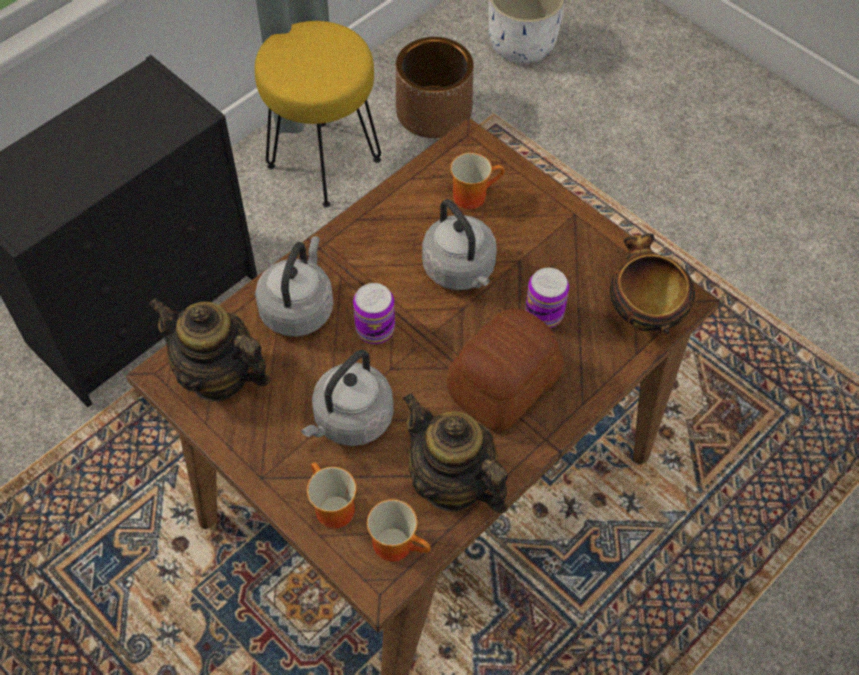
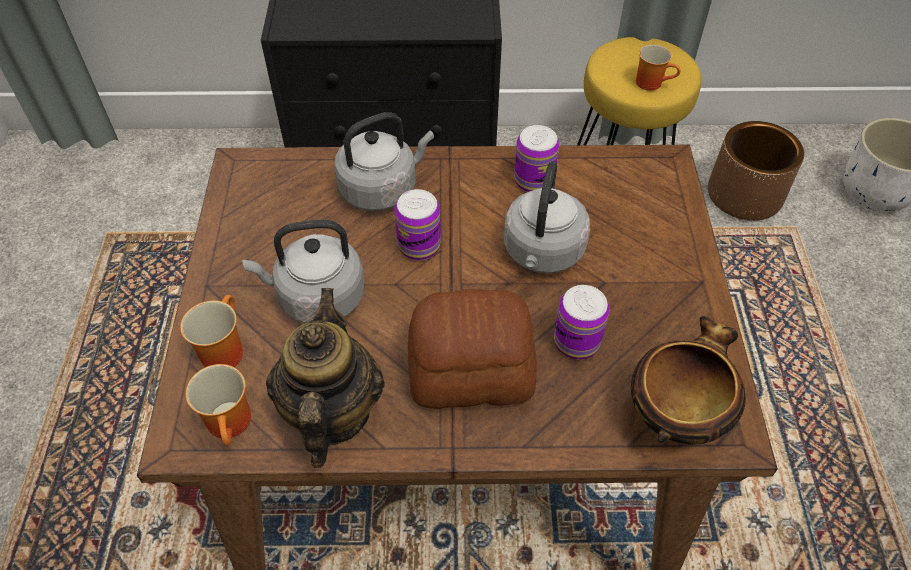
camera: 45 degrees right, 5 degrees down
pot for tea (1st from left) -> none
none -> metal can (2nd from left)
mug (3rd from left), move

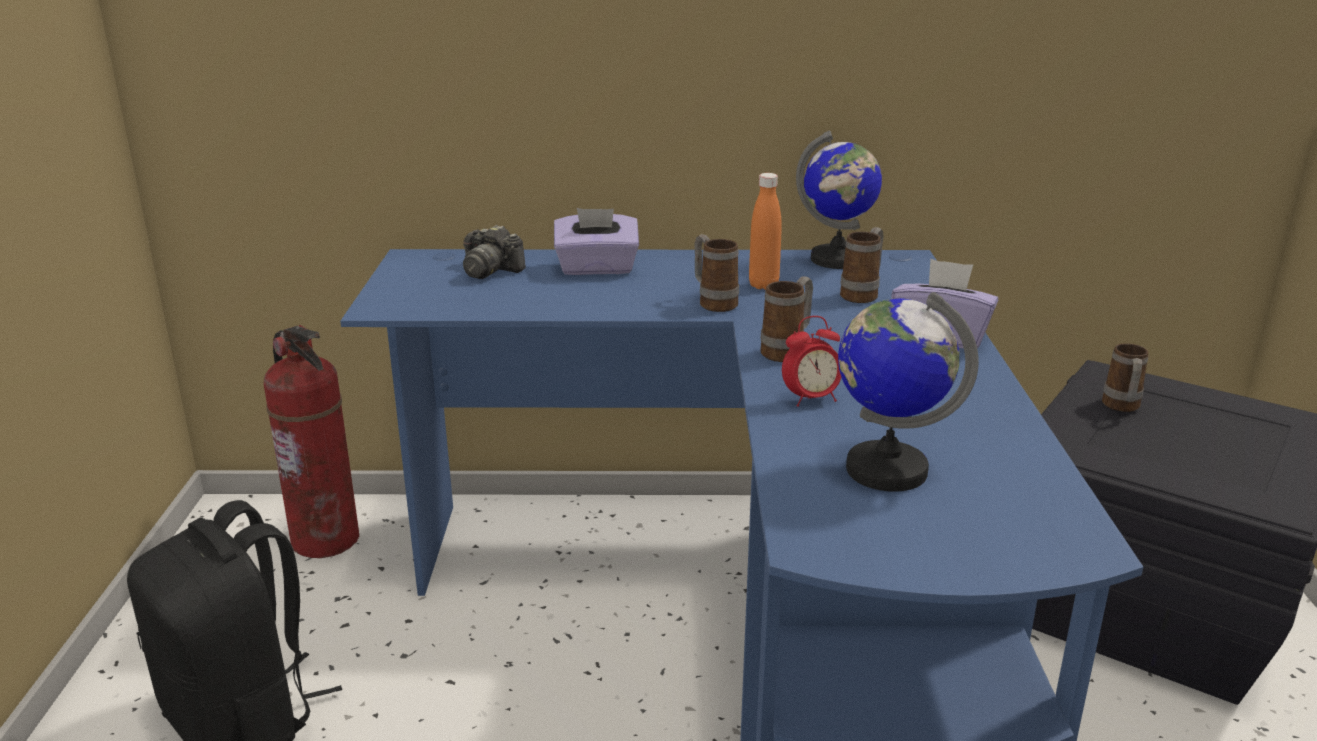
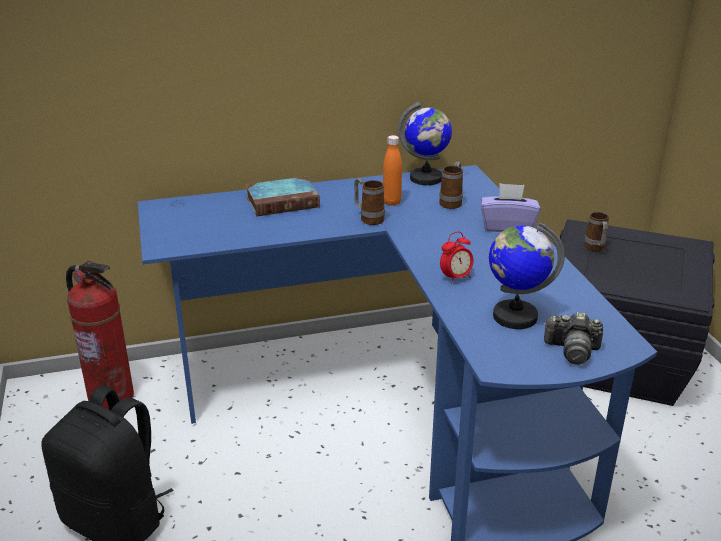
camera: 15 degrees left, 5 degrees up
mug (2nd from left) -> none
still camera, move
box of tissues in purple (1st from left) -> bound book

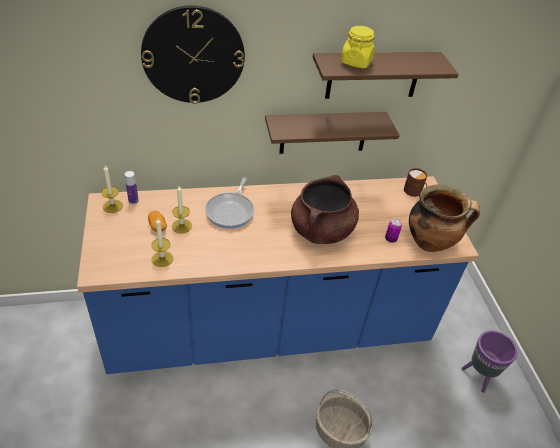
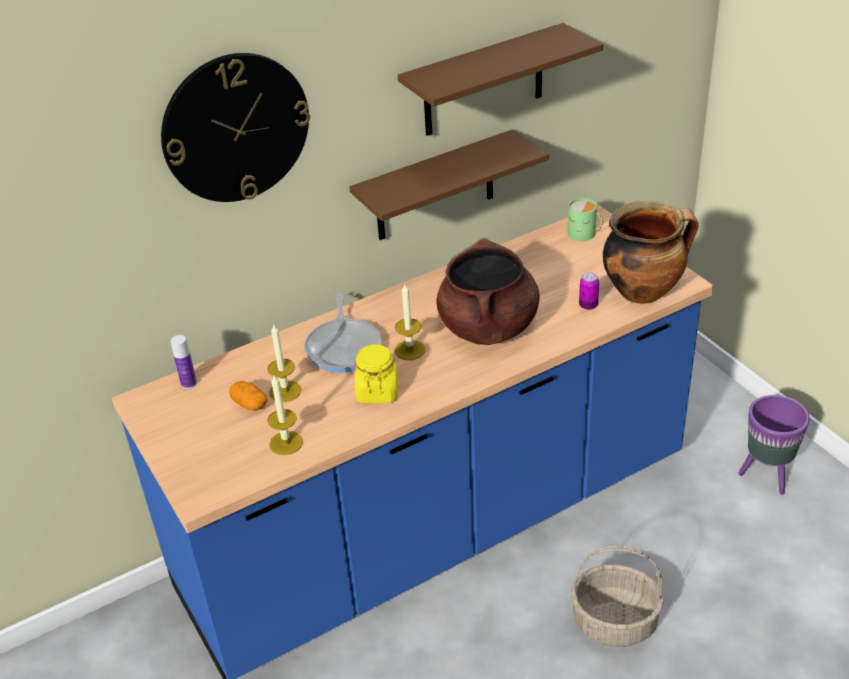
camera: 15 degrees left, 5 degrees down
wax light (1st from left in the first image) -> wax light (3rd from left), move
storage jar in yellowish, move
mug in brownish -> mug in green

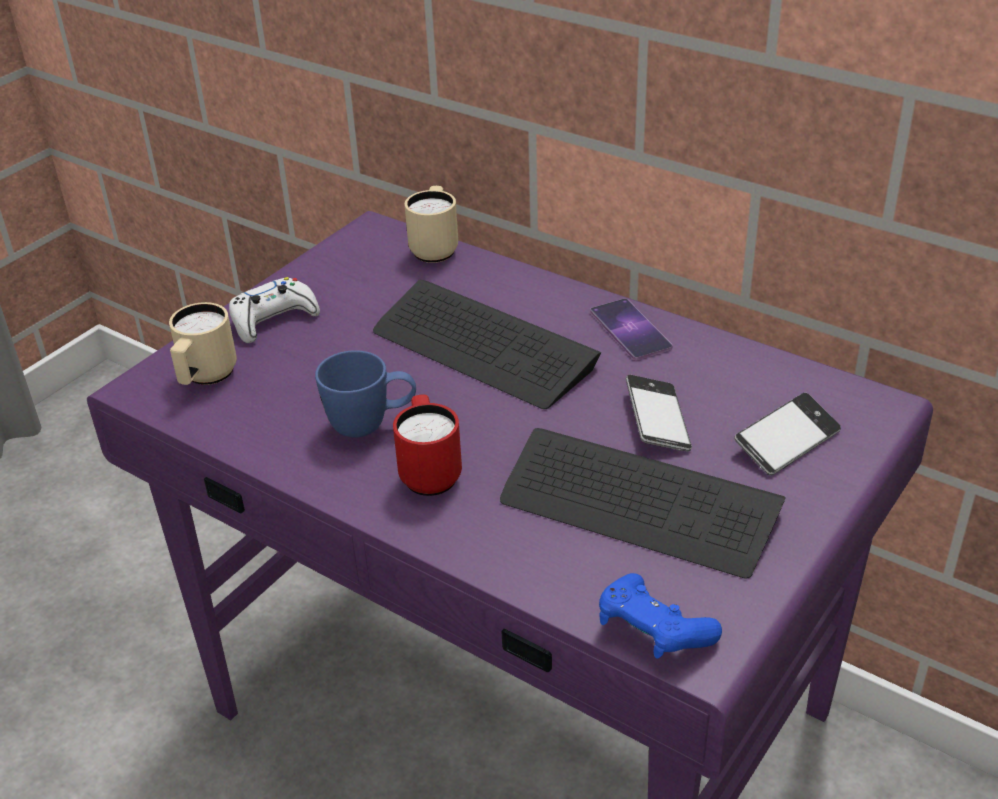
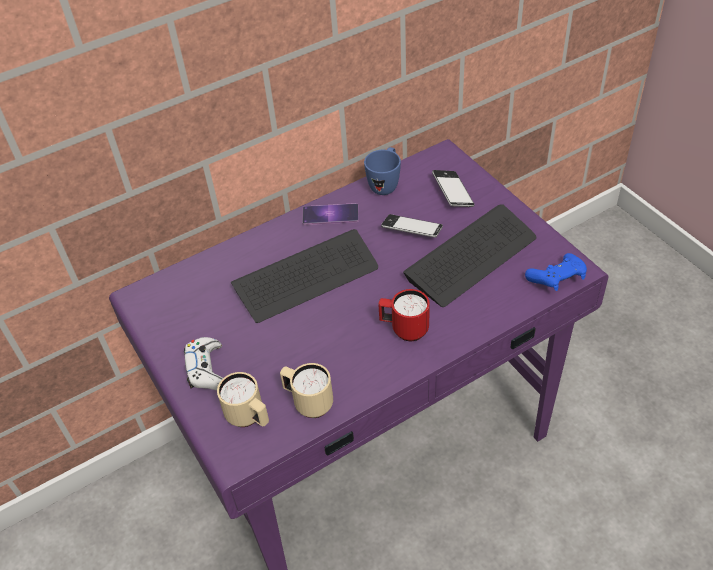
camera: 65 degrees left, 10 degrees up
mug in blue-coloured, move
mug in beige-coloured (2nd from left), move

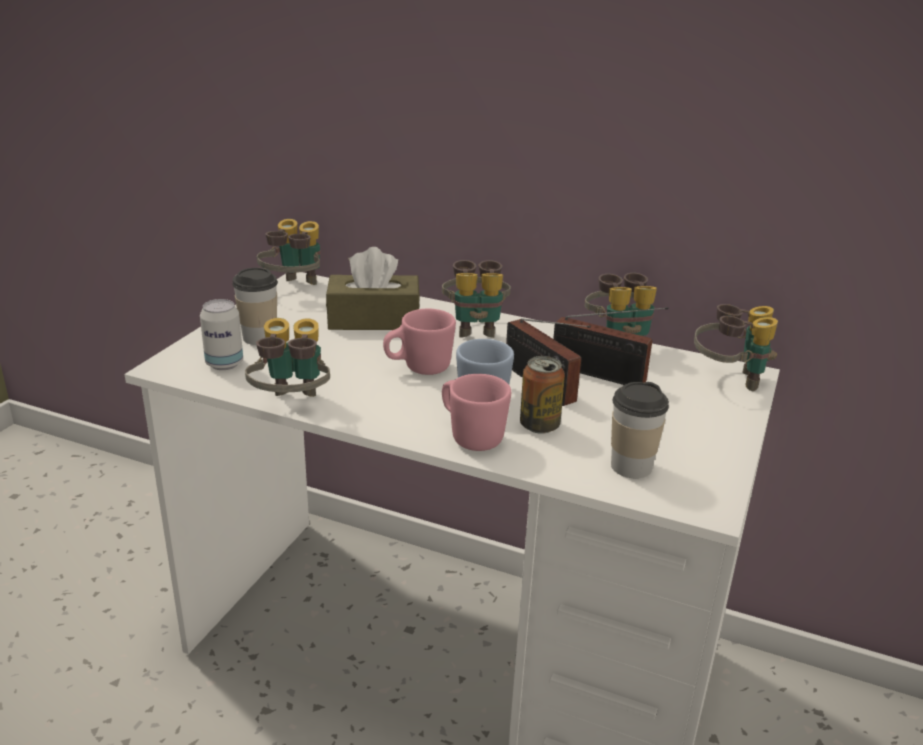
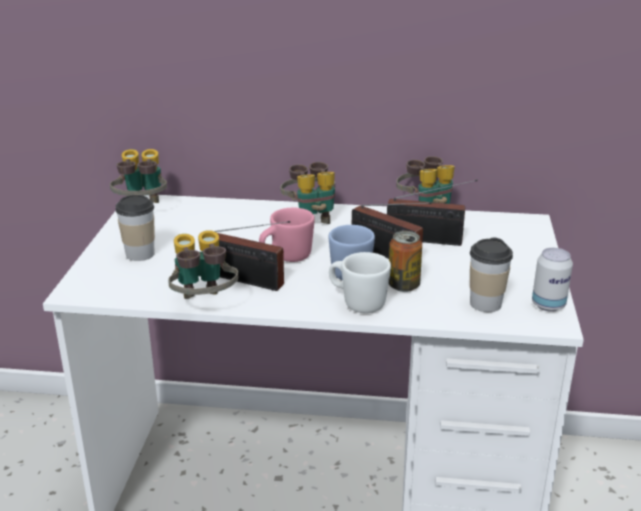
camera: 15 degrees left, 0 degrees up
box of tissues in brownish -> none
binoculars (5th from left) -> none
none -> radio receiver (1st from left)
metal can (1st from left in the first image) -> metal can (2nd from left), move
mug in pink (2nd from left) -> mug in whitish

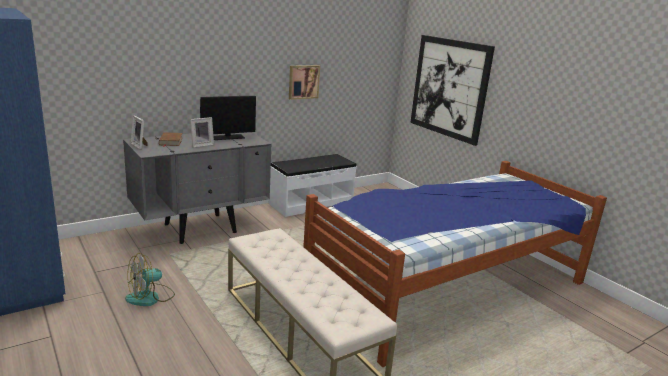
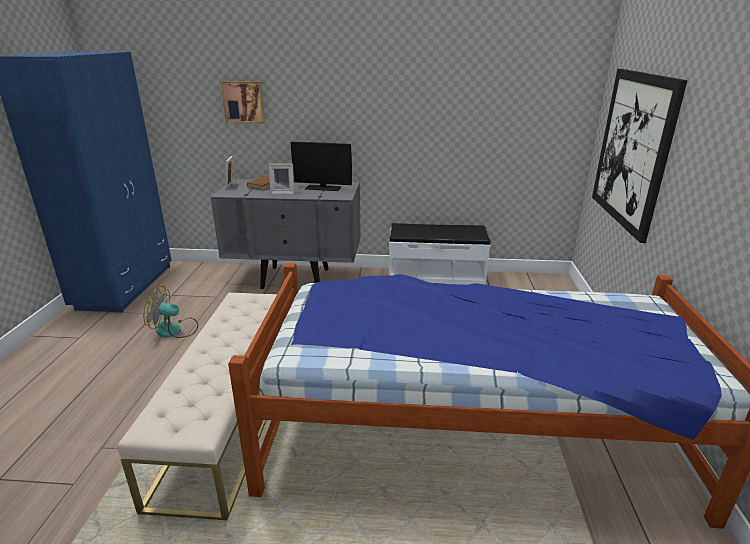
camera: 40 degrees right, 5 degrees up
picture (1st from left), move

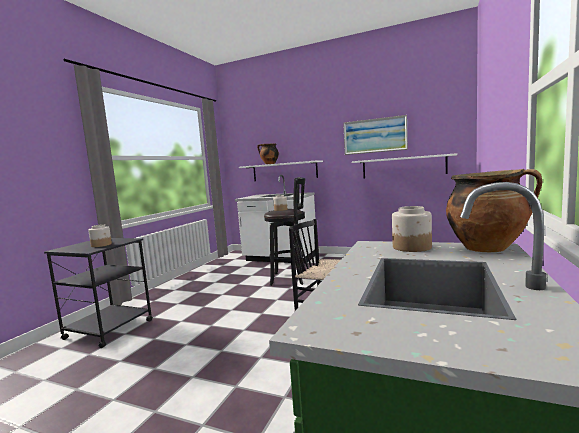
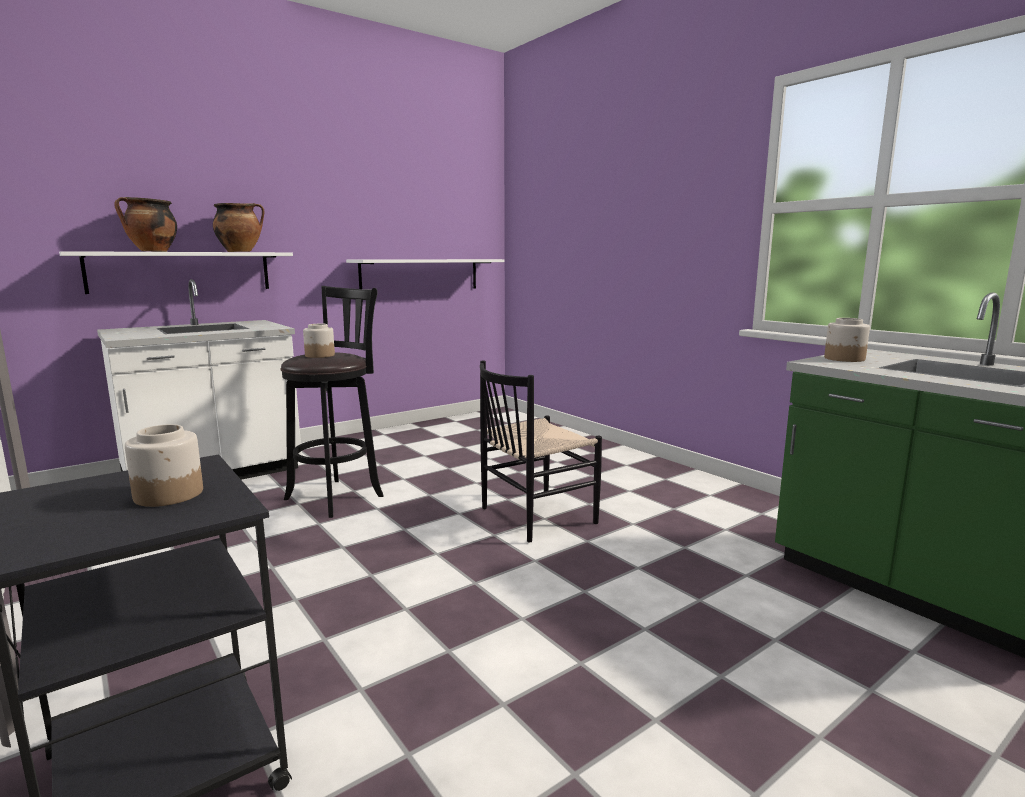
camera: 60 degrees left, 5 degrees up
picture -> none
cooking pot (2nd from left), move

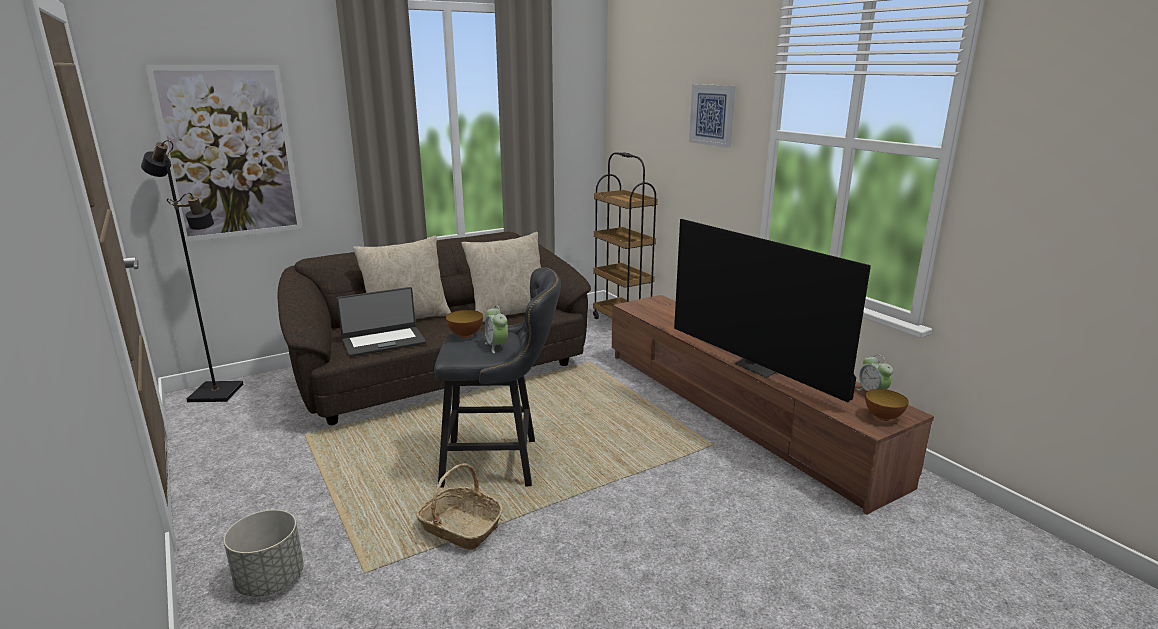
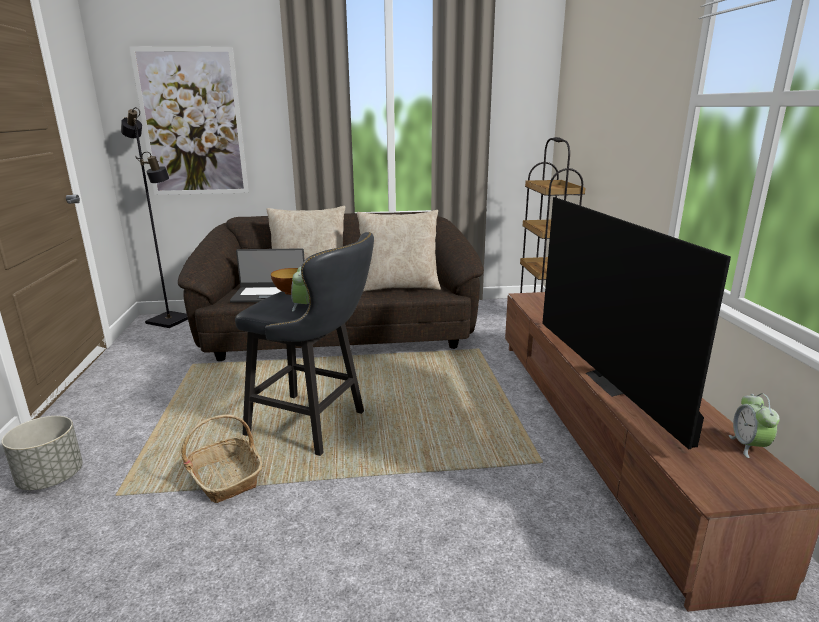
camera: 25 degrees right, 0 degrees up
picture (2nd from left) -> none
serving bowl (2nd from left) -> none

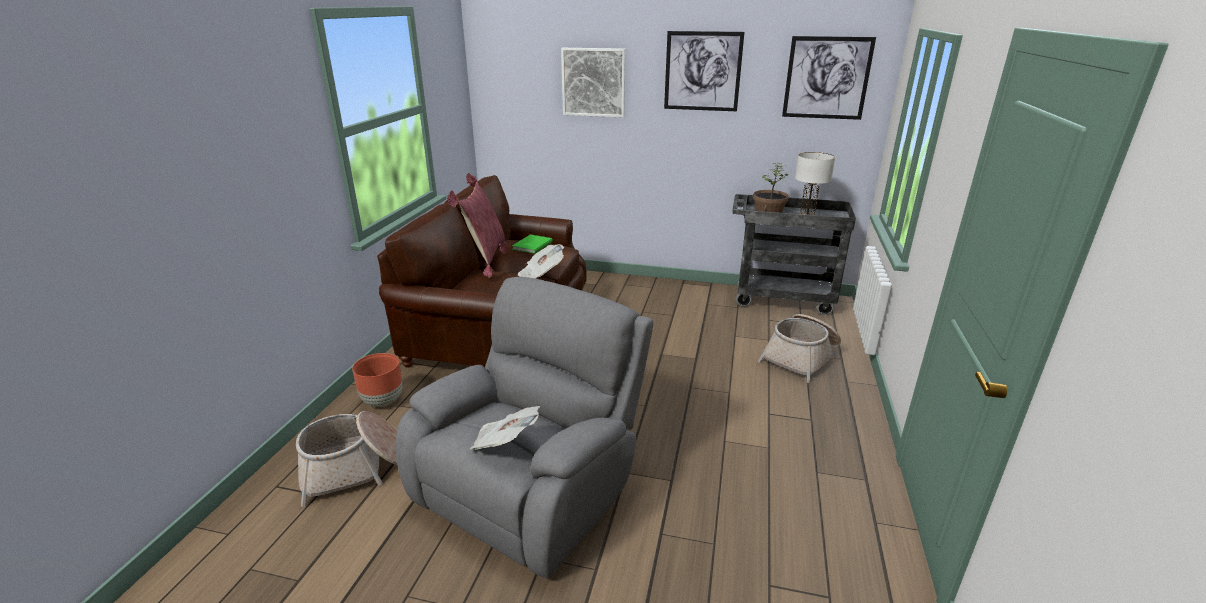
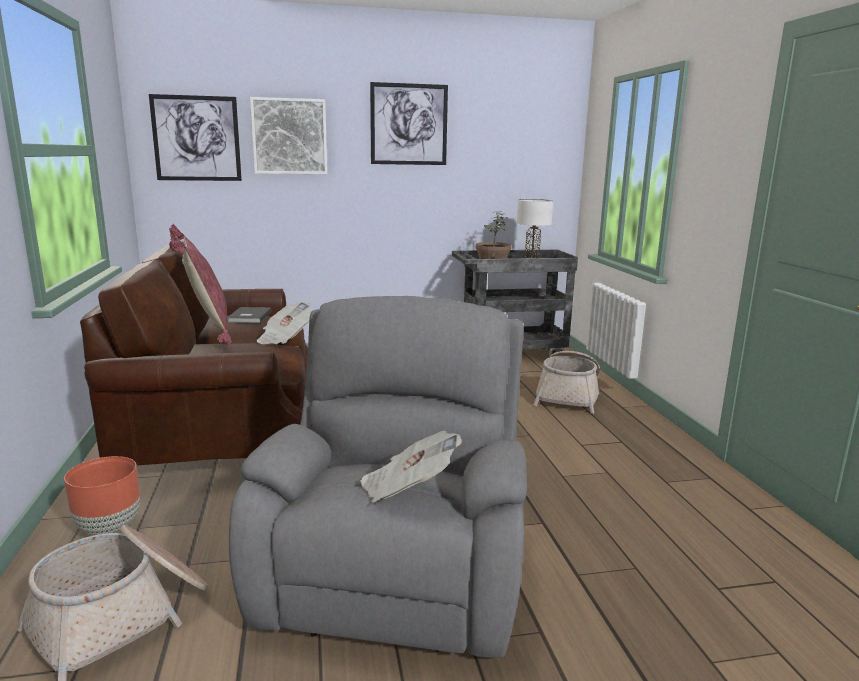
camera: 25 degrees left, 10 degrees down
picture (3rd from left in the first image) -> picture (1st from left), move
bound book in green -> bound book in gray

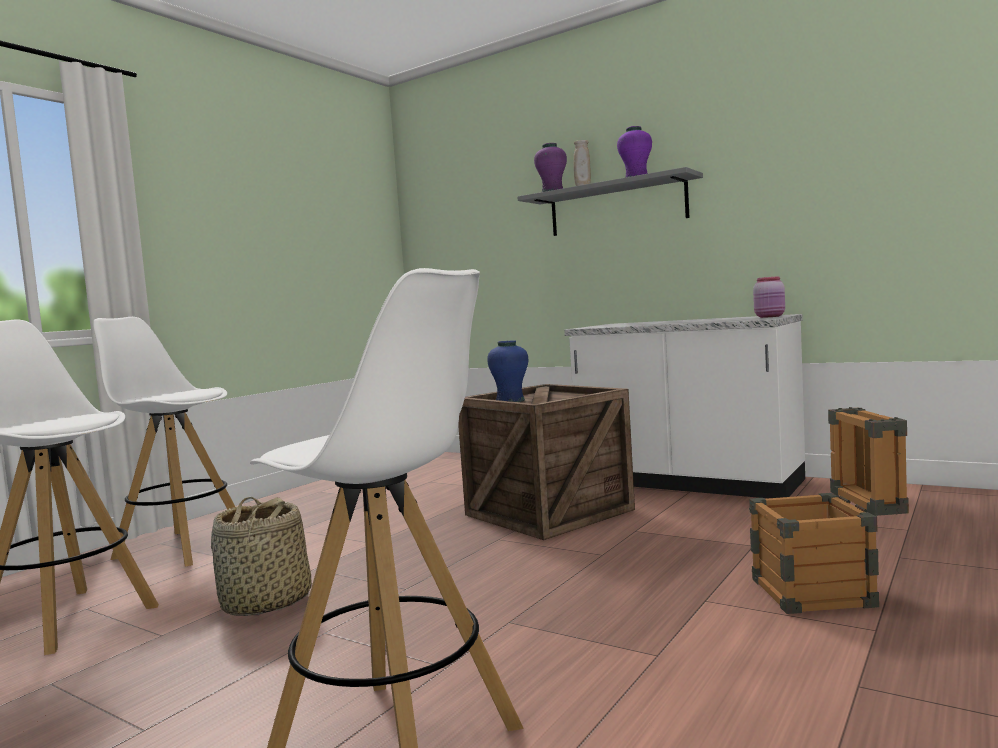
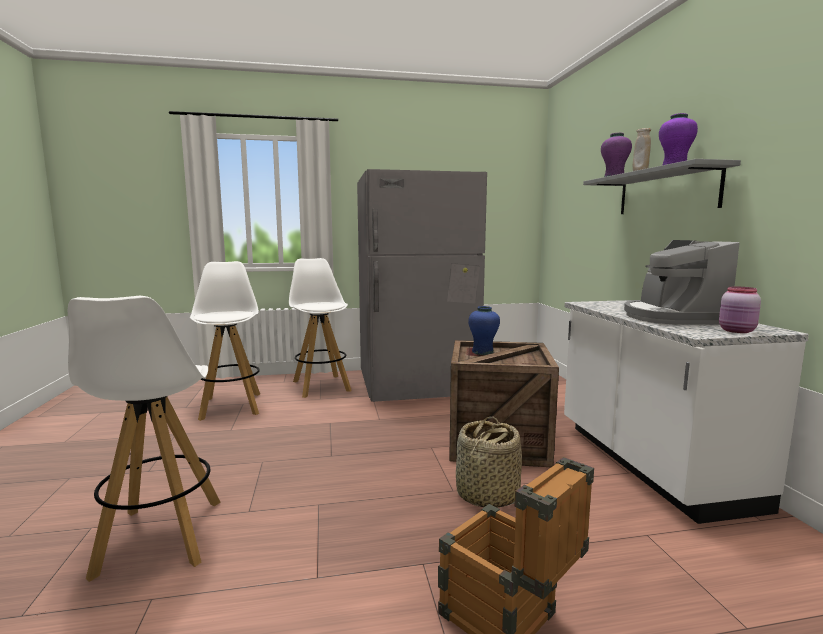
camera: 45 degrees right, 5 degrees up
none -> fridge in gray
none -> coffee brewer
basket, move

